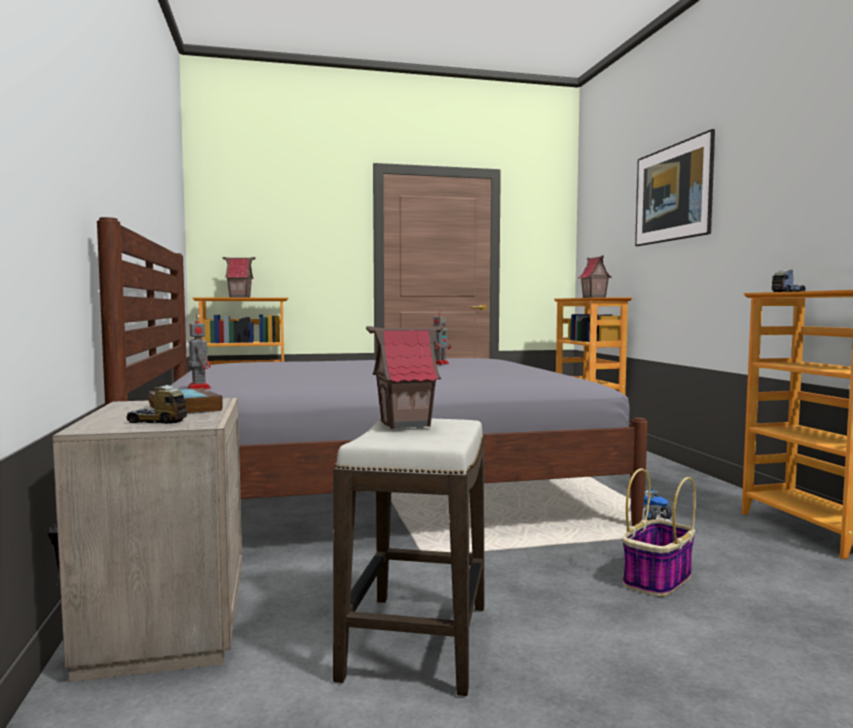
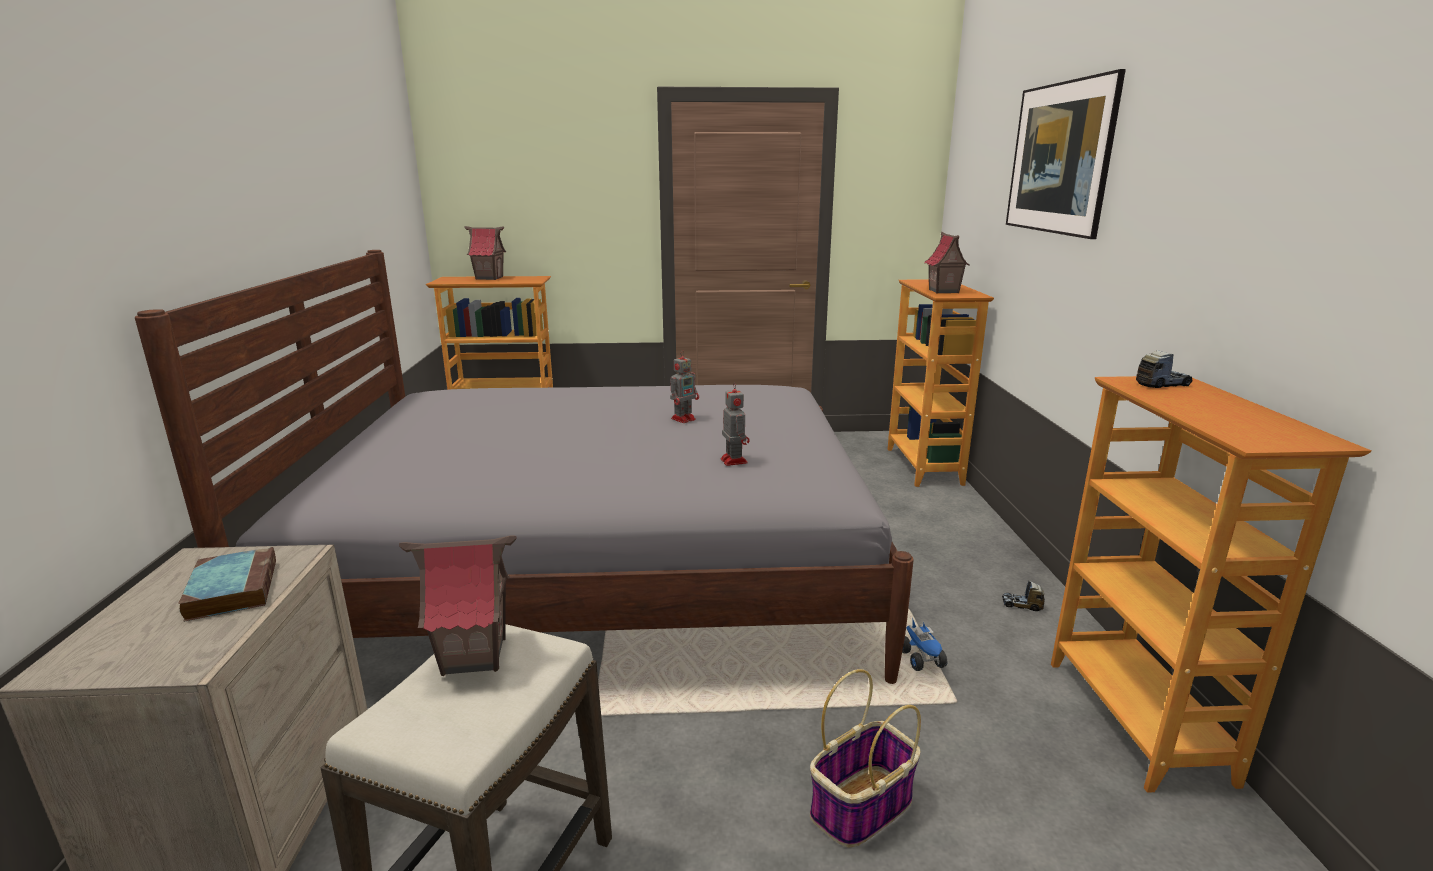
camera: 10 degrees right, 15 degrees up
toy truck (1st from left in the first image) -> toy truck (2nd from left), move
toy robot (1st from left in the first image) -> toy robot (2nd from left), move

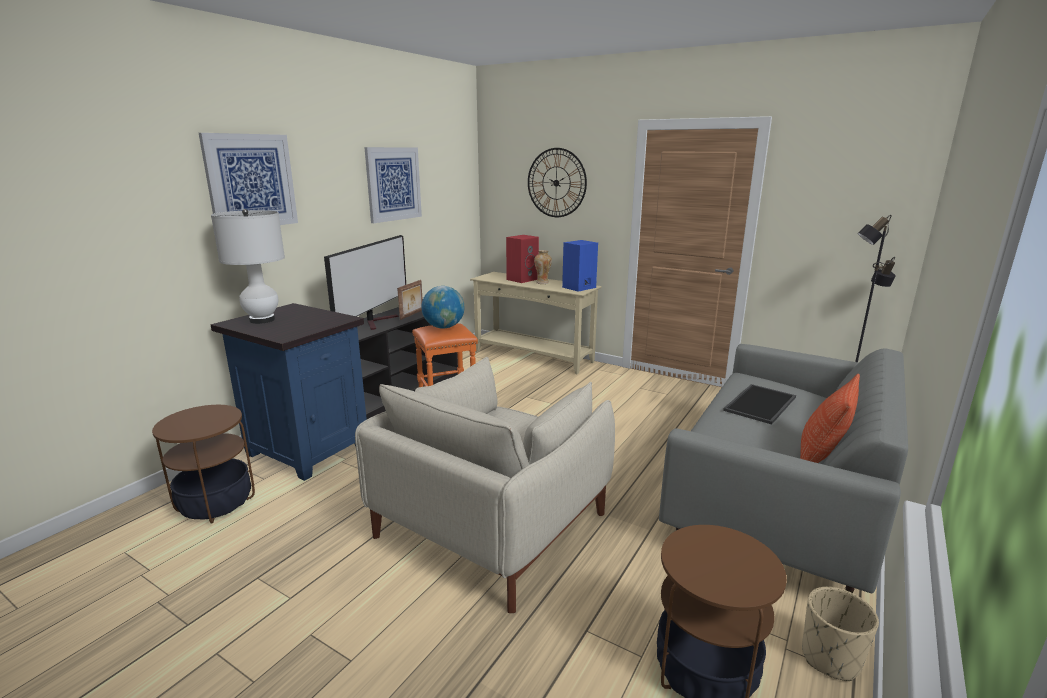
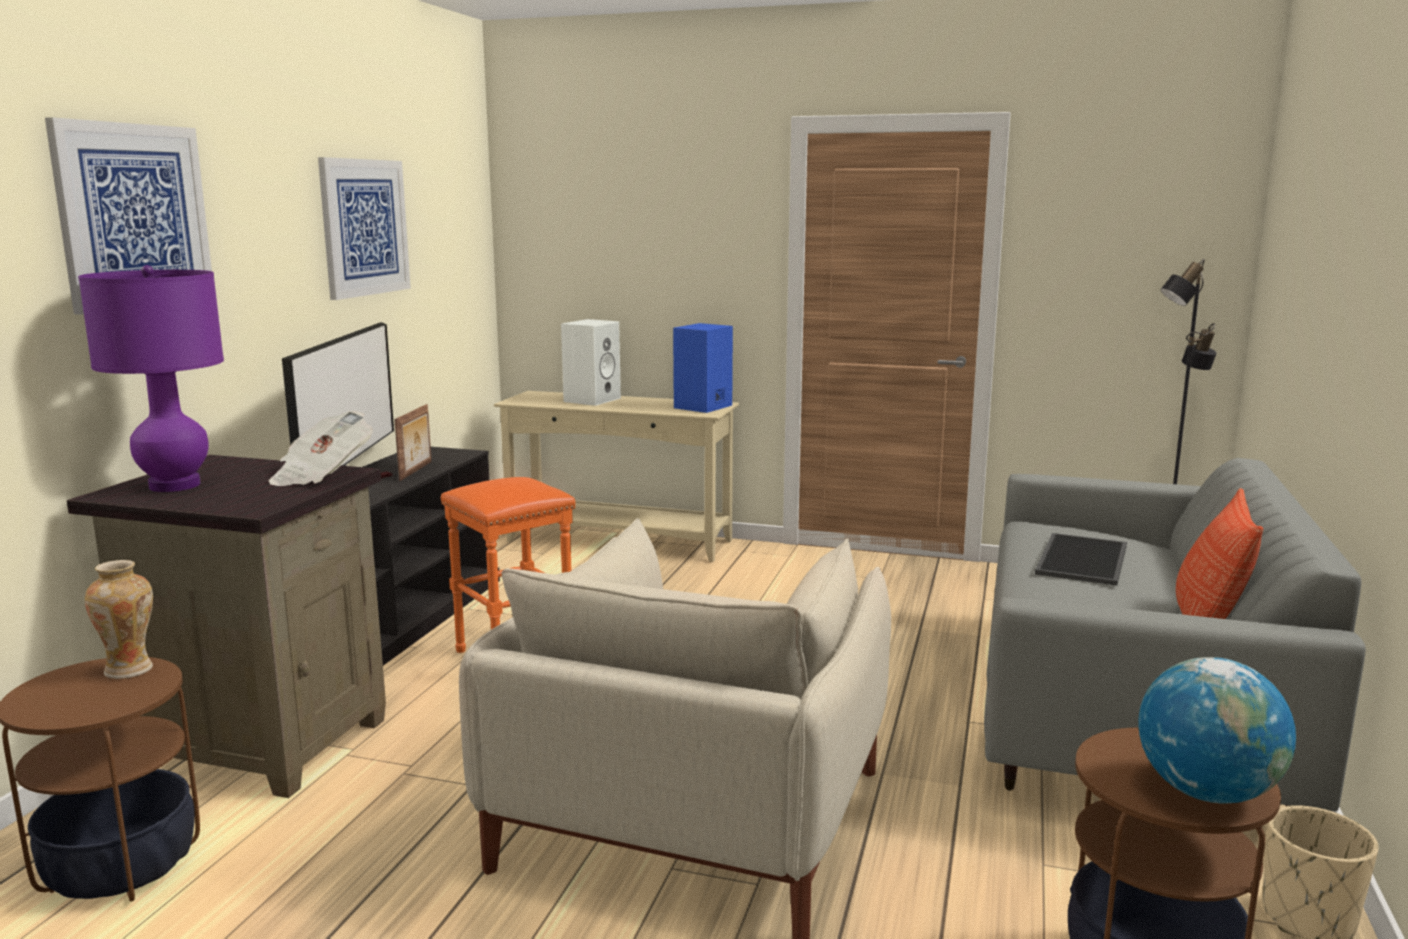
camera: 15 degrees left, 5 degrees down
clock on the wall -> none
none -> daily paper
world globe, move
decorative vase, move
table lamp in whitish -> table lamp in purple
cupboard in blue-coloured -> cupboard in beige-coloured
speaker in red-coloured -> speaker in whitish

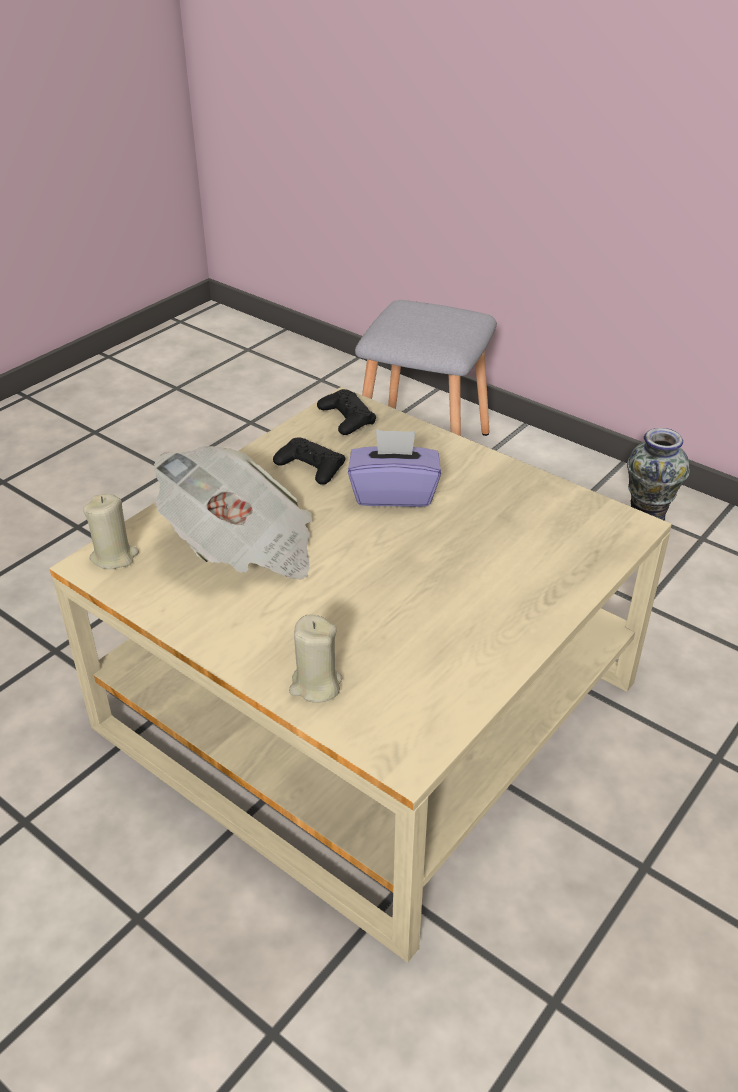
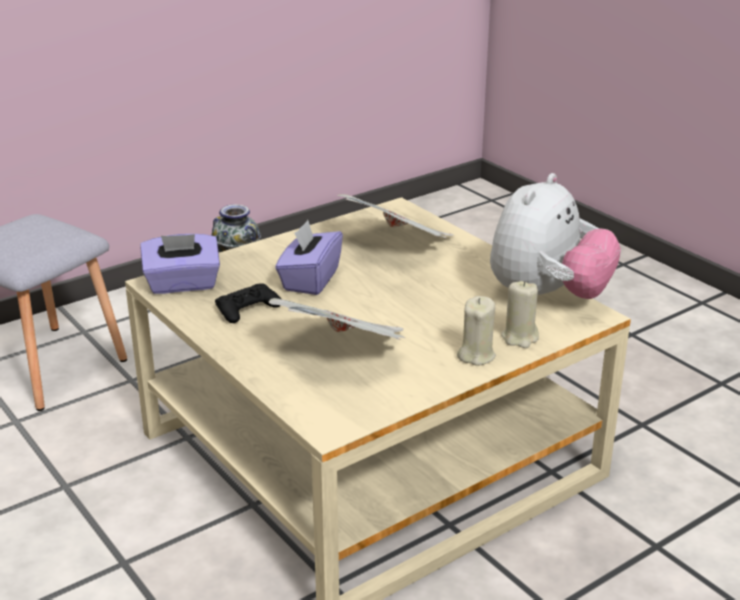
camera: 75 degrees left, 10 degrees down
none -> daily paper (2nd from left)
none -> soft toy
wax light in beige-coloured (1st from left), move
gamepad in black-coloured (2nd from left) -> box of tissues in purple (1st from left)

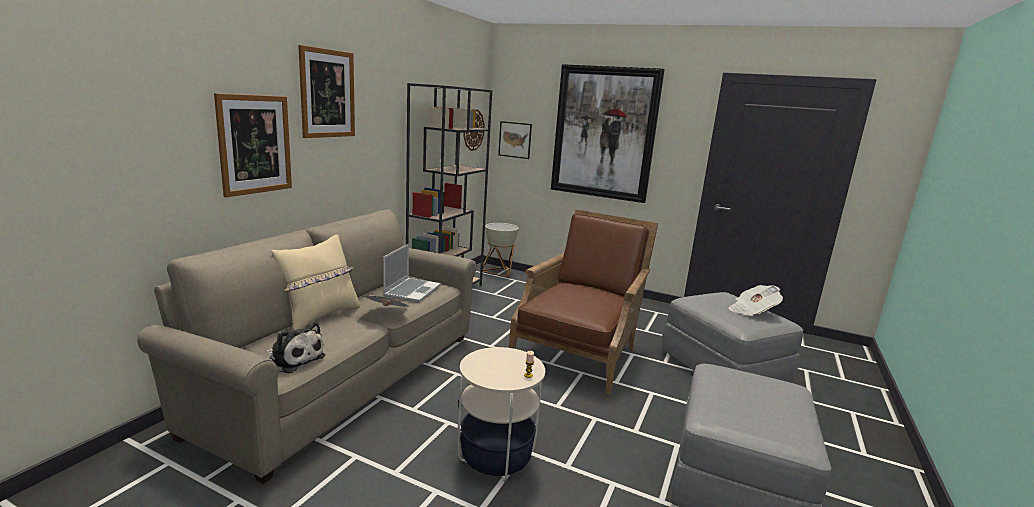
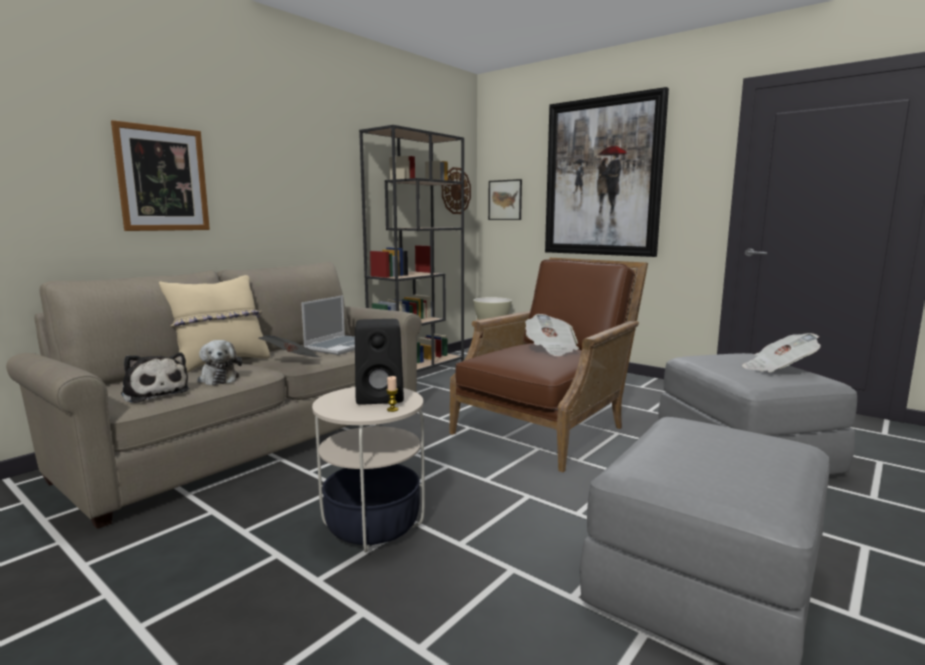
camera: 15 degrees right, 5 degrees down
picture (2nd from left) -> none
none -> soft toy (2nd from left)
none -> speaker in black-coloured
none -> daily paper (2nd from left)

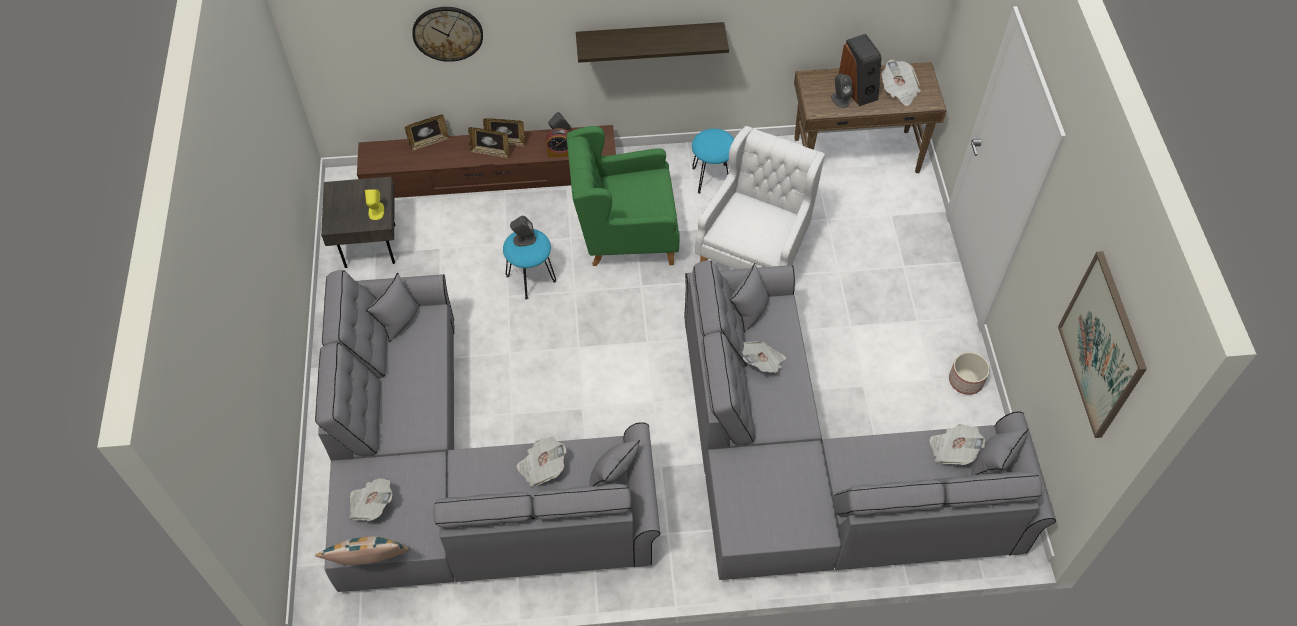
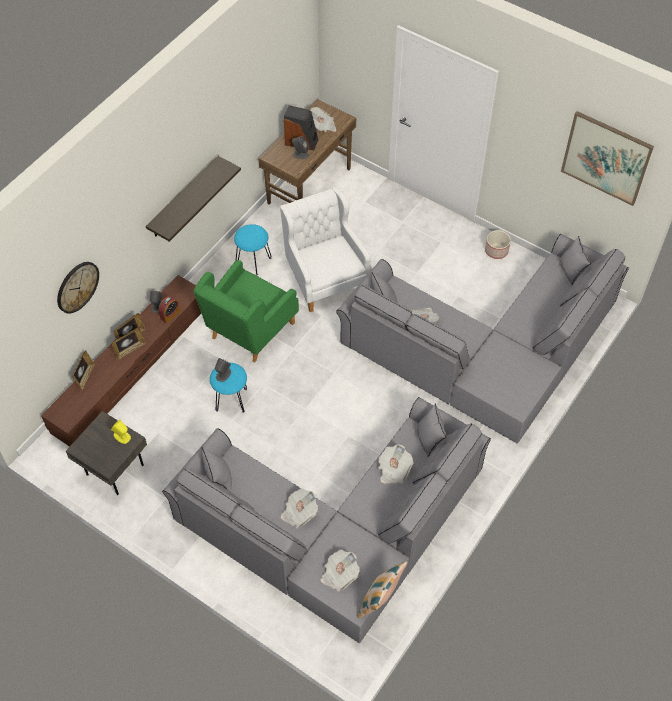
camera: 50 degrees left, 0 degrees up
daily paper (5th from left in the first image) -> daily paper (1st from left), move

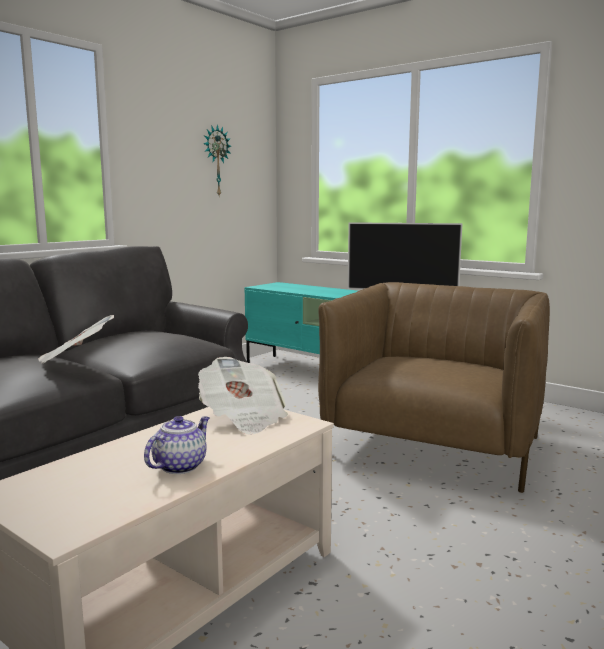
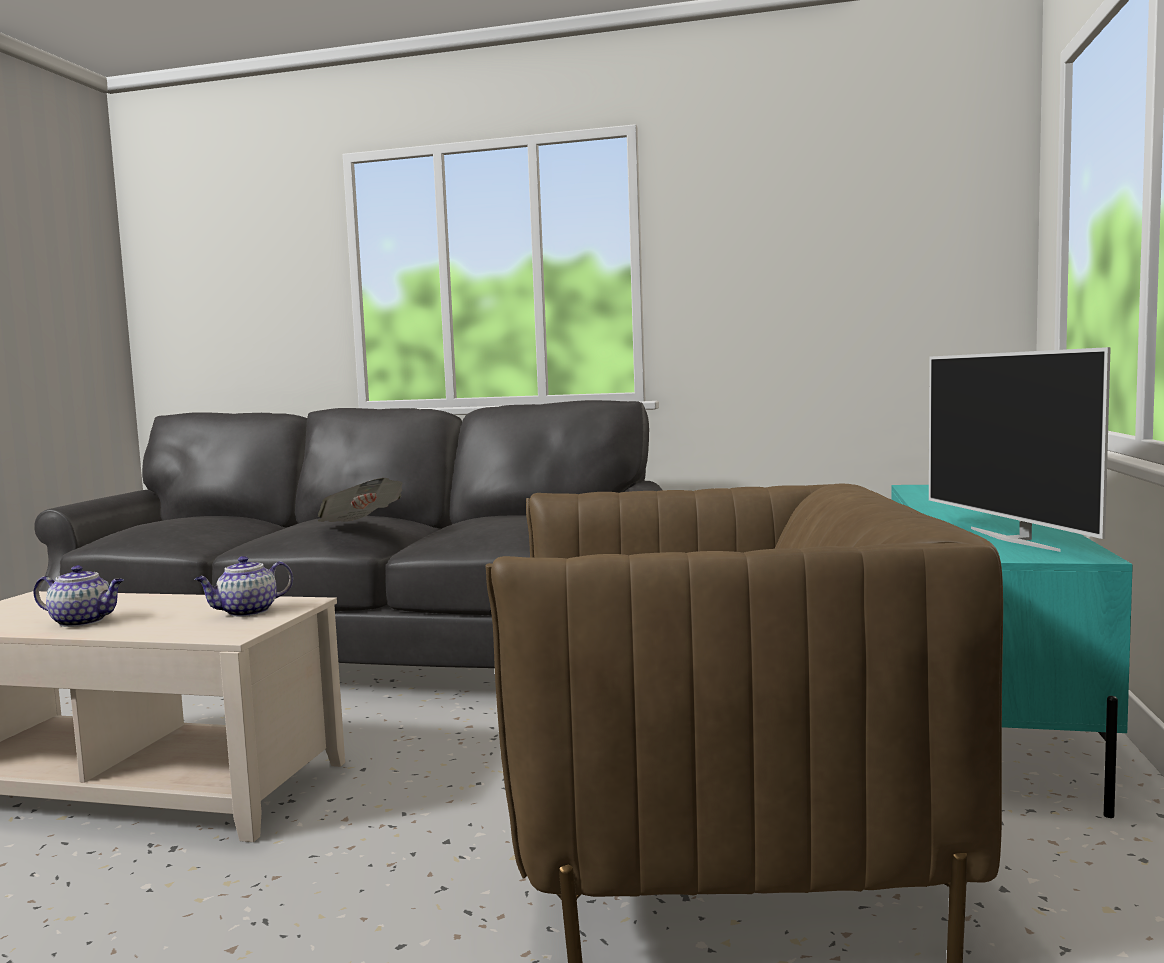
camera: 65 degrees right, 5 degrees down
clock on the wall -> none
daily paper (2nd from left) -> pot for tea (2nd from left)

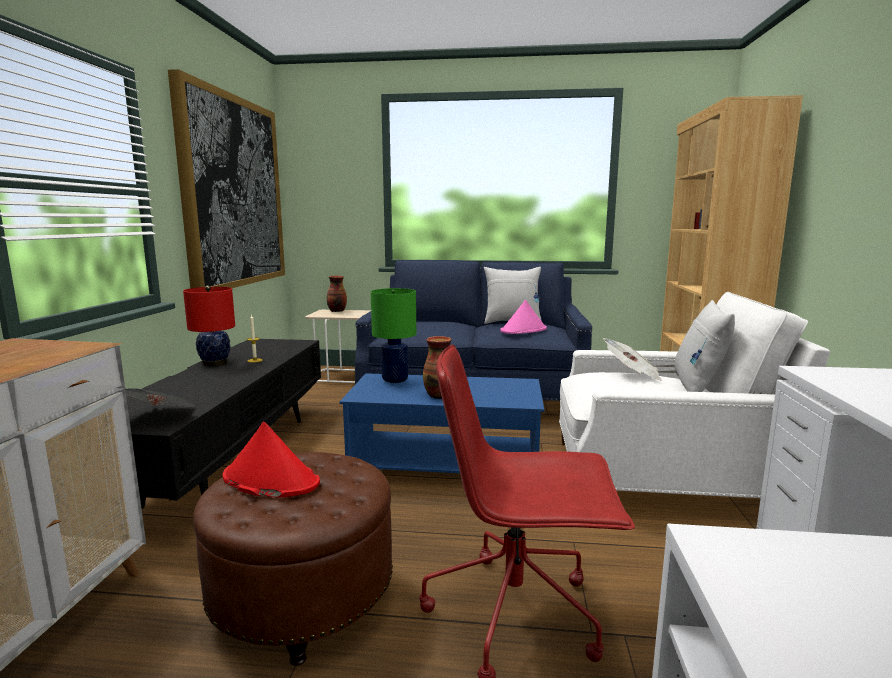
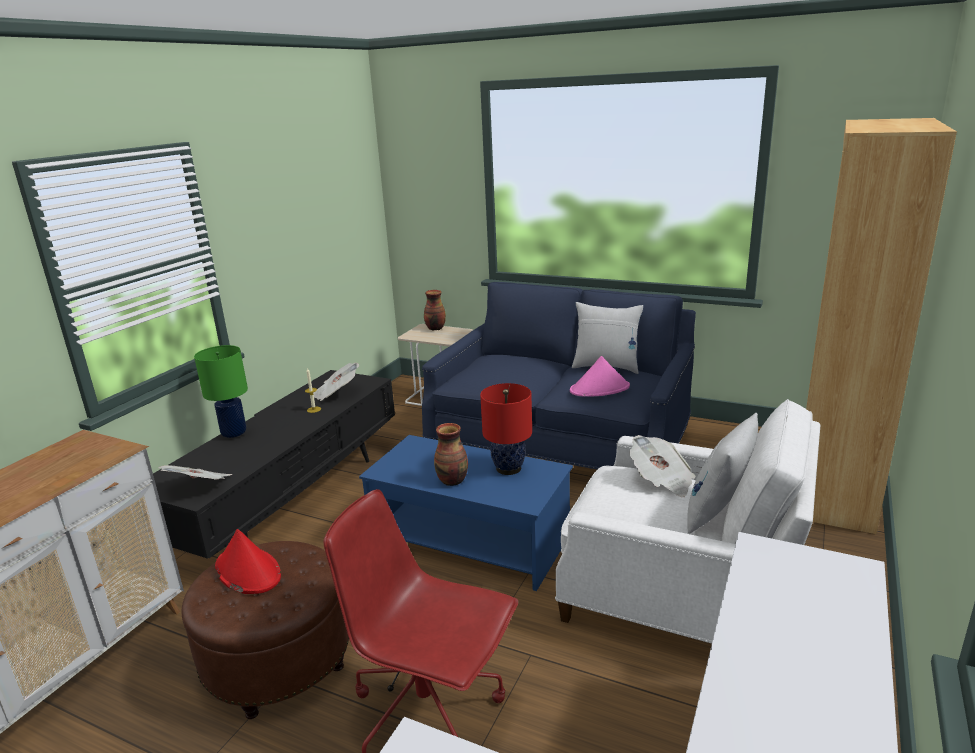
camera: 20 degrees right, 10 degrees up
picture -> none
none -> daily paper (2nd from left)
table lamp in red-coloured, move
table lamp in green, move

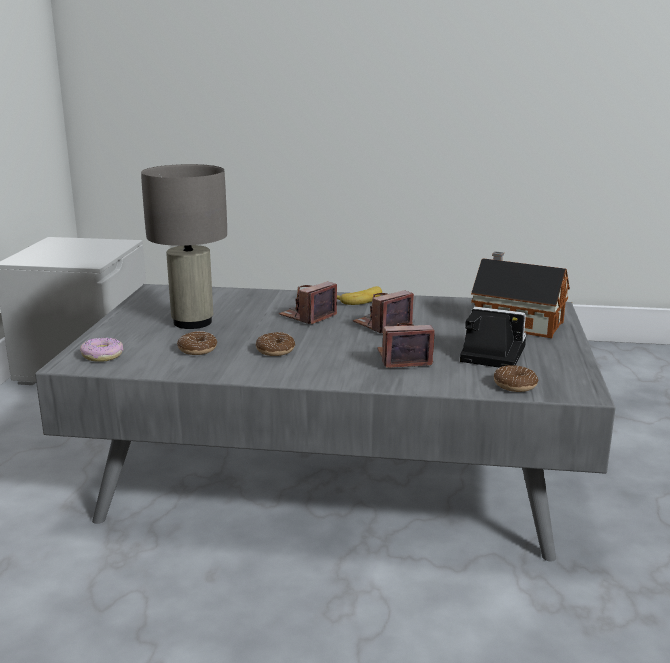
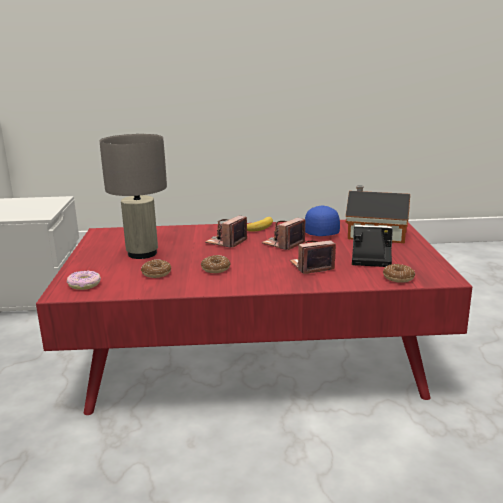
camera: 10 degrees left, 0 degrees up
none -> cap in blue-coloured
lounge table in gray -> lounge table in red-coloured

